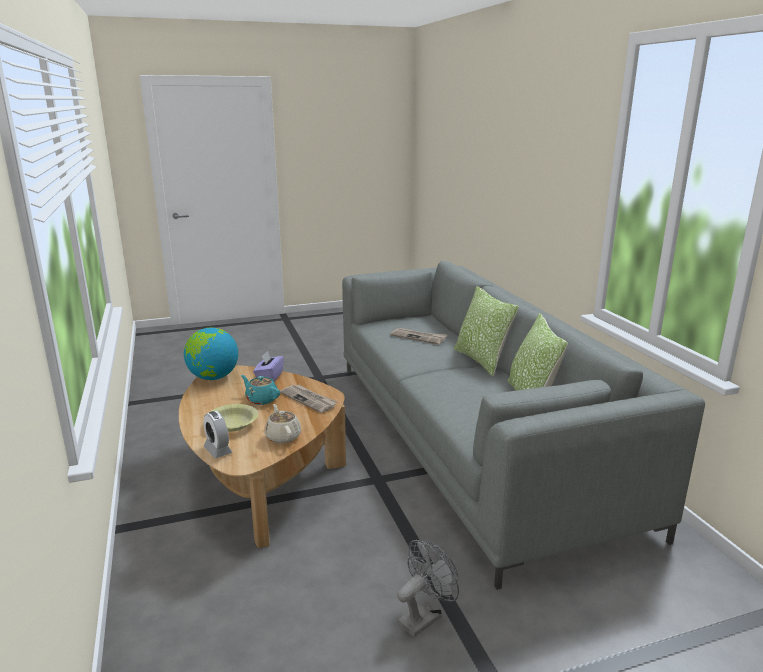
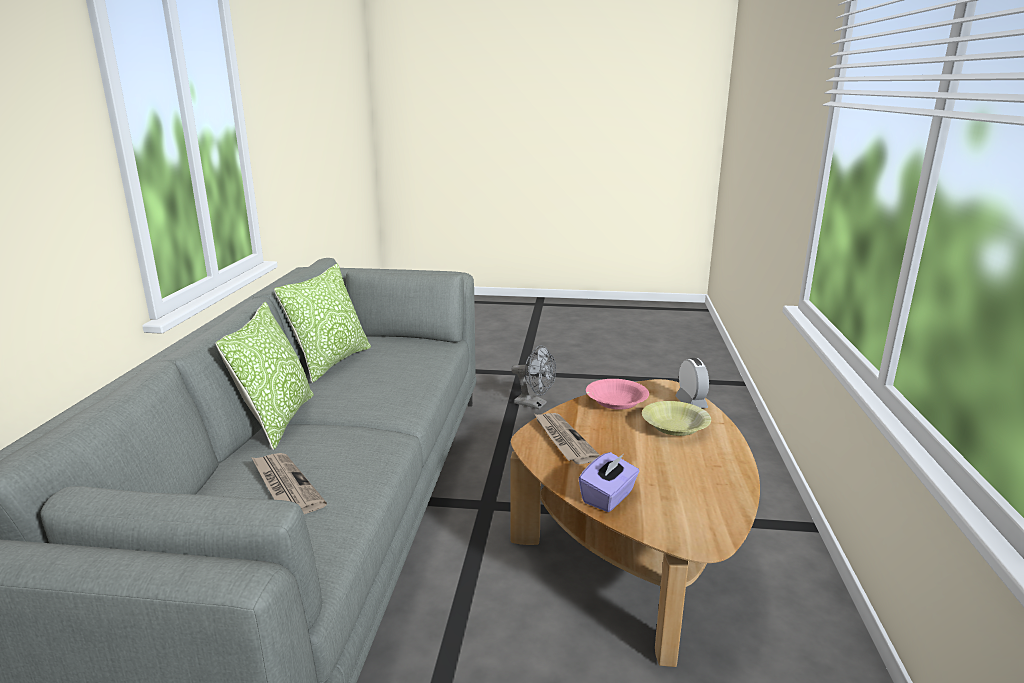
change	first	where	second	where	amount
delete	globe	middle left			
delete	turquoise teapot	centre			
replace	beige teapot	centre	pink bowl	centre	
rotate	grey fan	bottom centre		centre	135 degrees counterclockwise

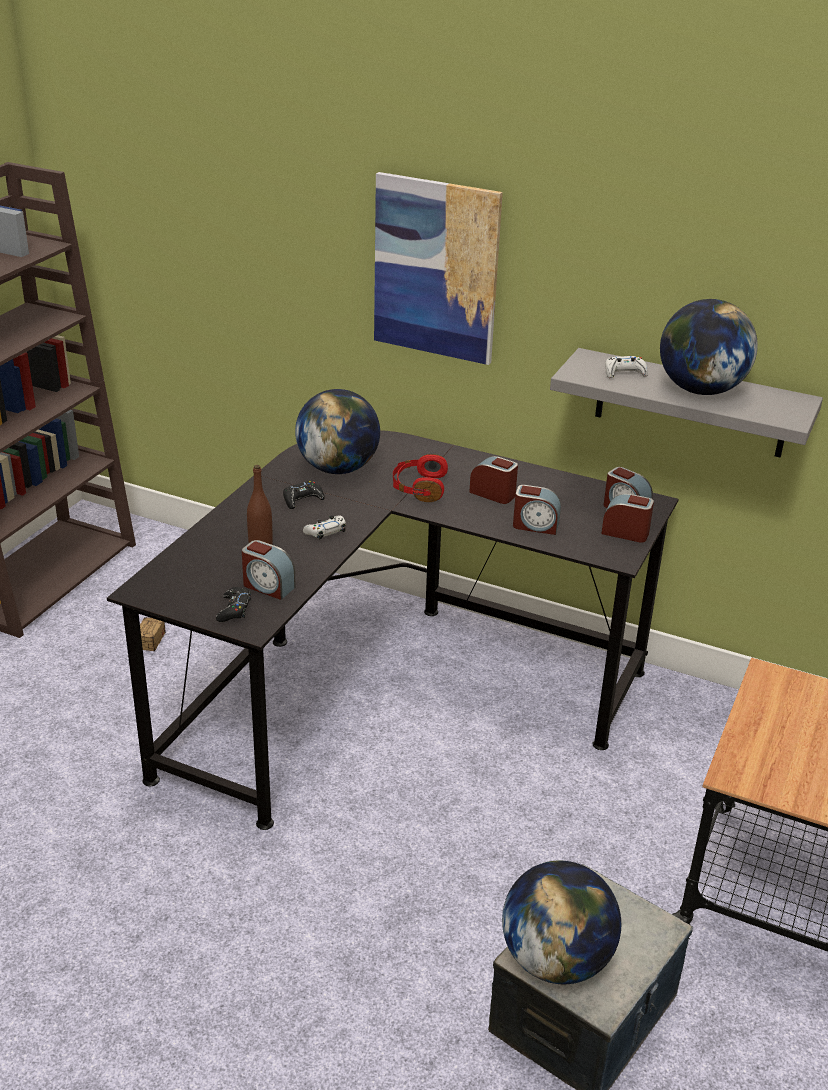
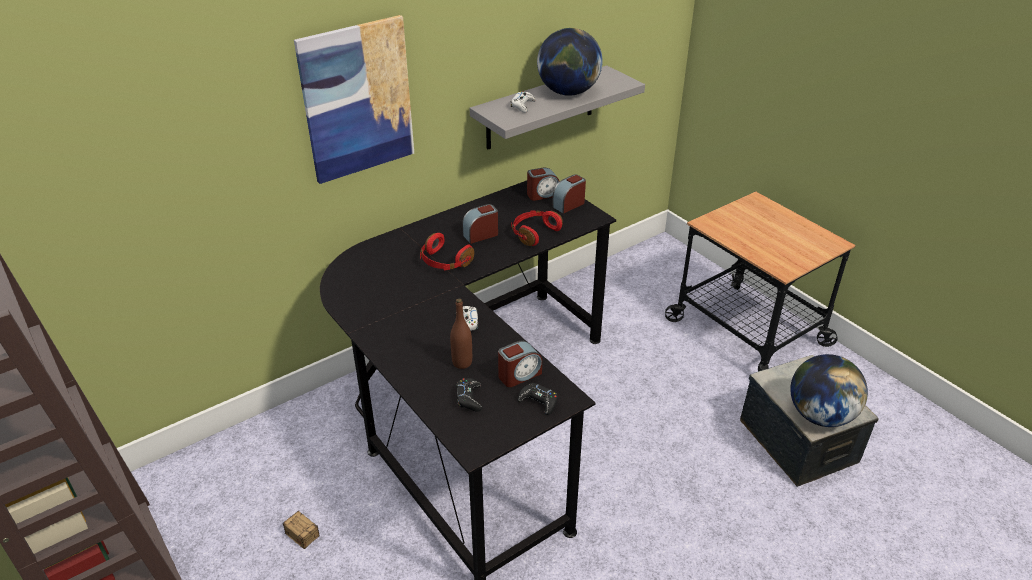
change	first	where	second	where	amount
delete	globe (1st from left)	centre			
move	black game controller (2nd from left in the first image)	centre	black game controller (1st from left)	bottom centre	
replace	alarm clock (3rd from left)	centre	red headphones (2nd from left)	centre	

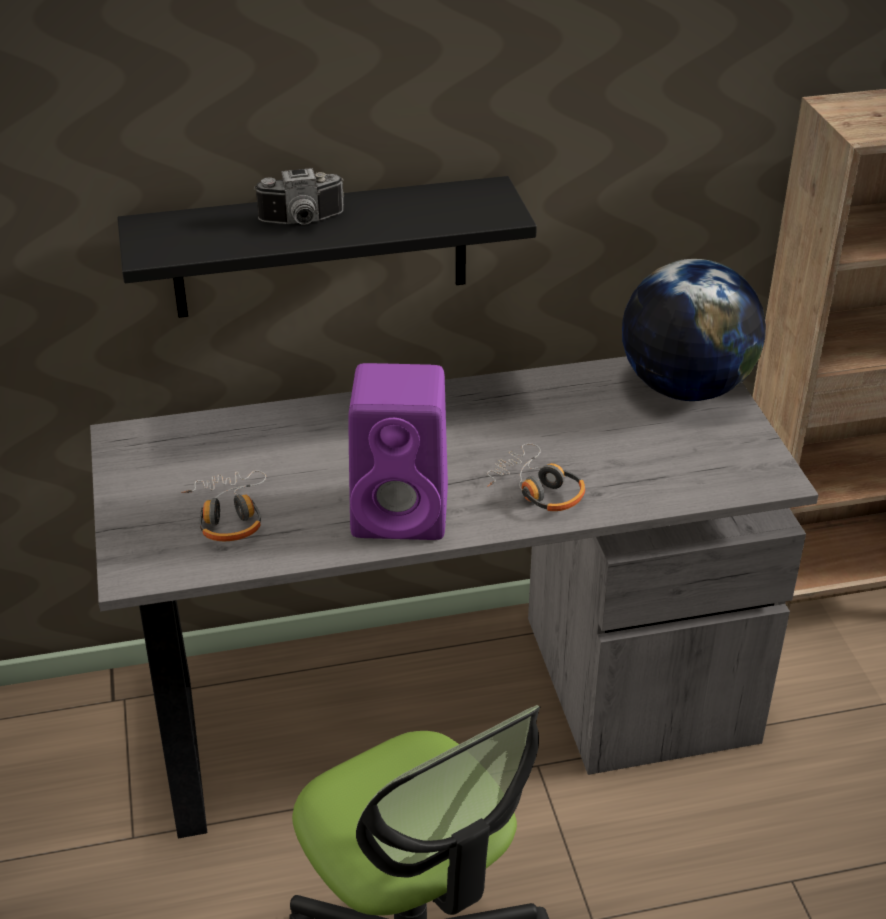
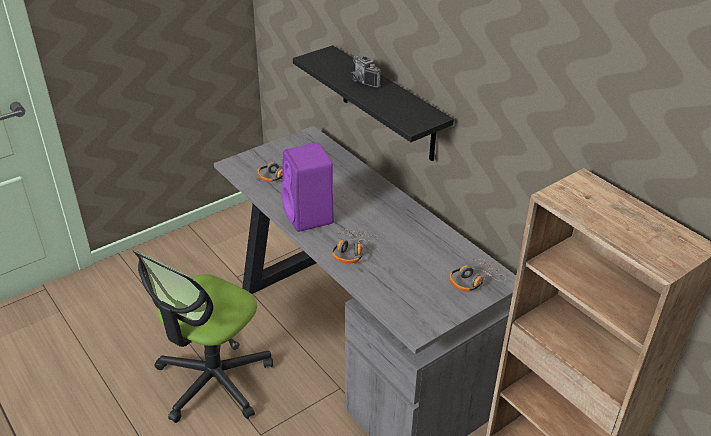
change	first	where	second	where	amount
replace	globe	middle right	headphones (3rd from left)	middle right	

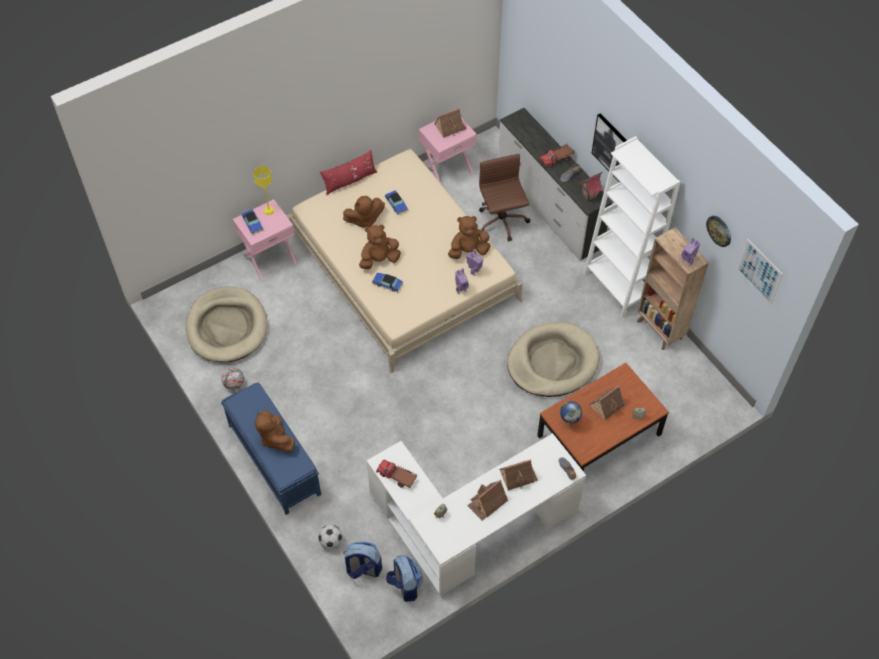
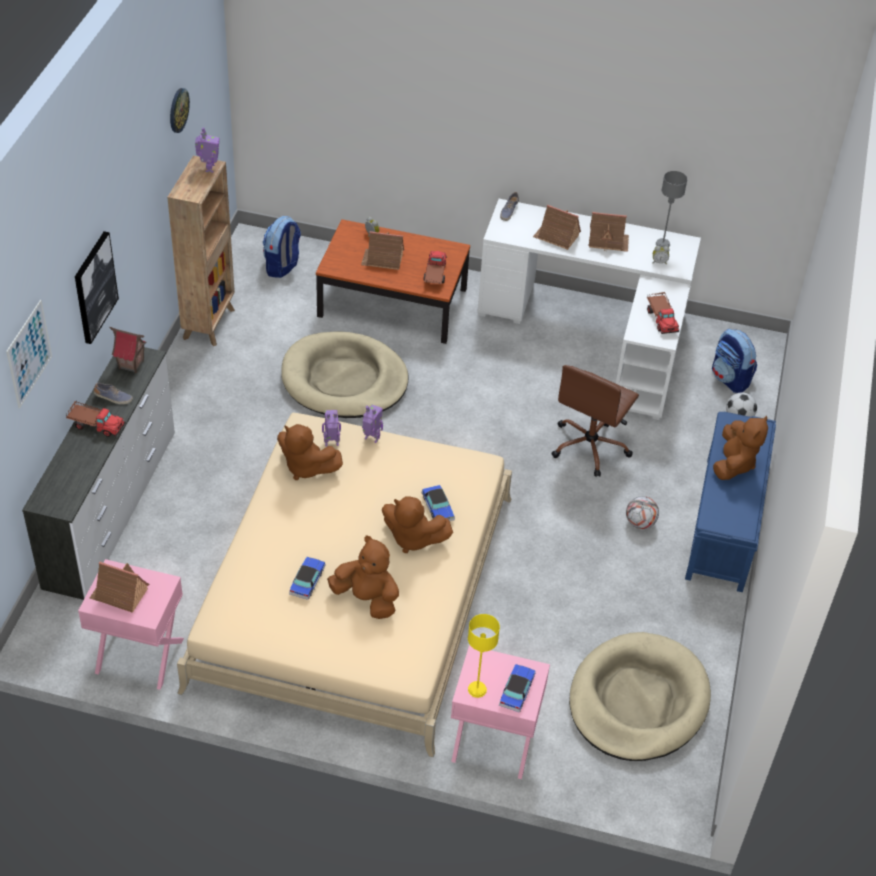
change	first	where	second	where	amount
delete	red pillow	top centre			
delete	white bookcase	middle right			
insert			grey table lamp	top right	
move	football (1st from left)	middle left		middle right	
move	backpack (2nd from left in the first image)	bottom centre	backpack (1st from left)	top left	
move	brown office chair	top centre		middle right	
move	picture (2nd from left in the first image)	middle right	picture (1st from left)	middle left	
replace	globe	centre	toy truck (2nd from left)	top centre	

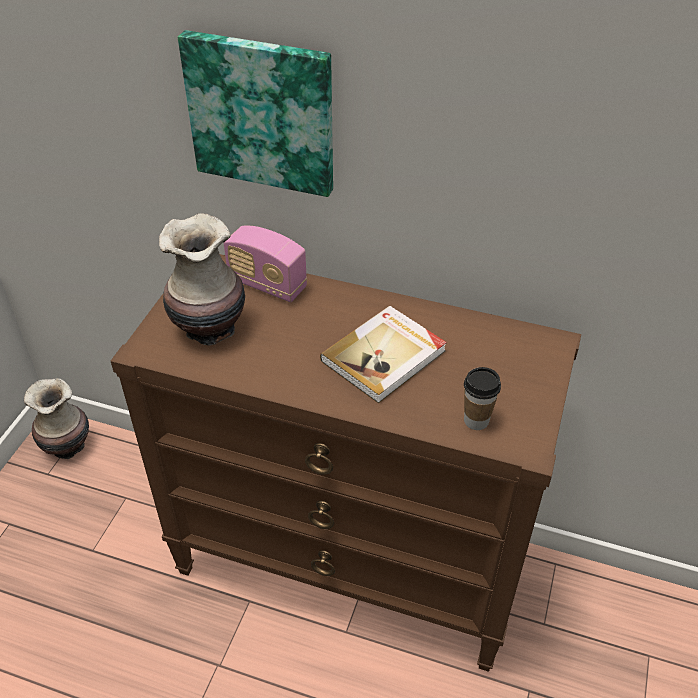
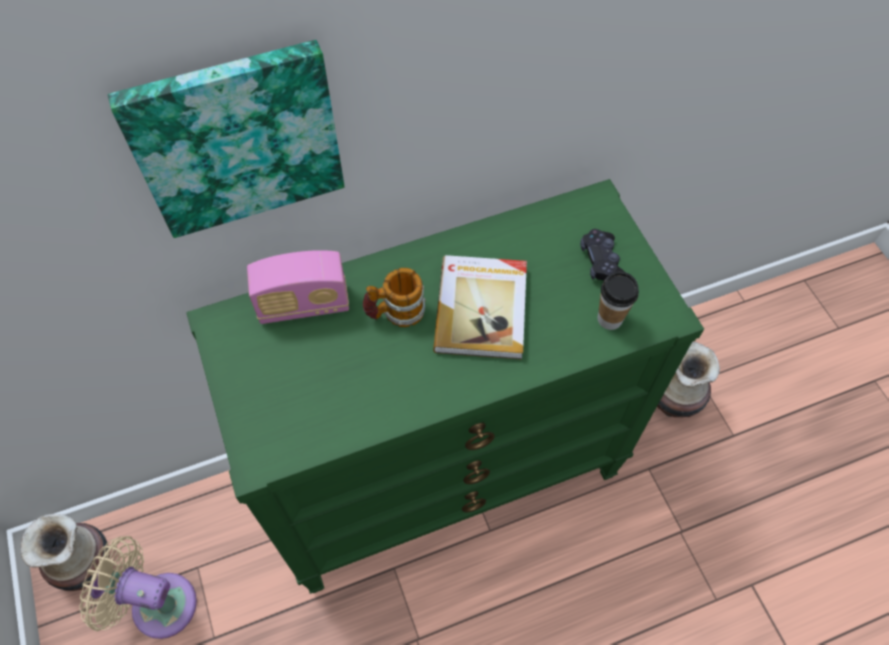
change	first	where	second	where	amount
insert			beige fan	bottom left	
insert			mug	centre	
insert			black game controller	middle right	
move	vase (2nd from left)	middle left		middle right	
recolor	brown dresser	centre	green dresser	centre	

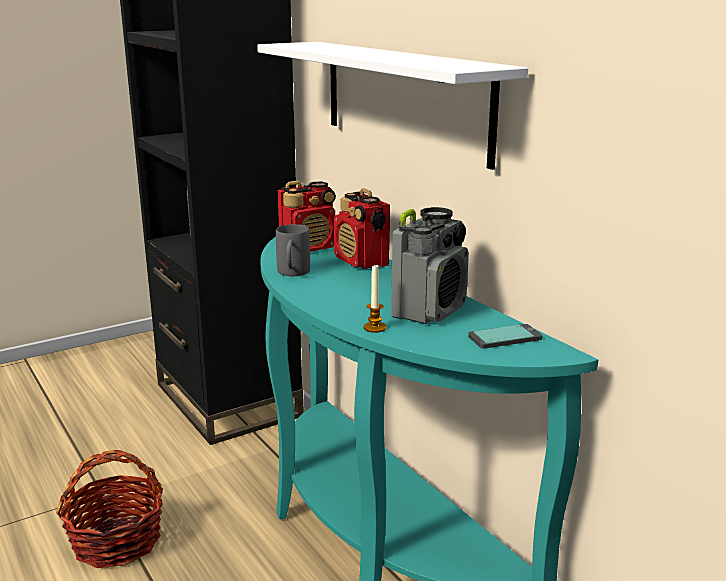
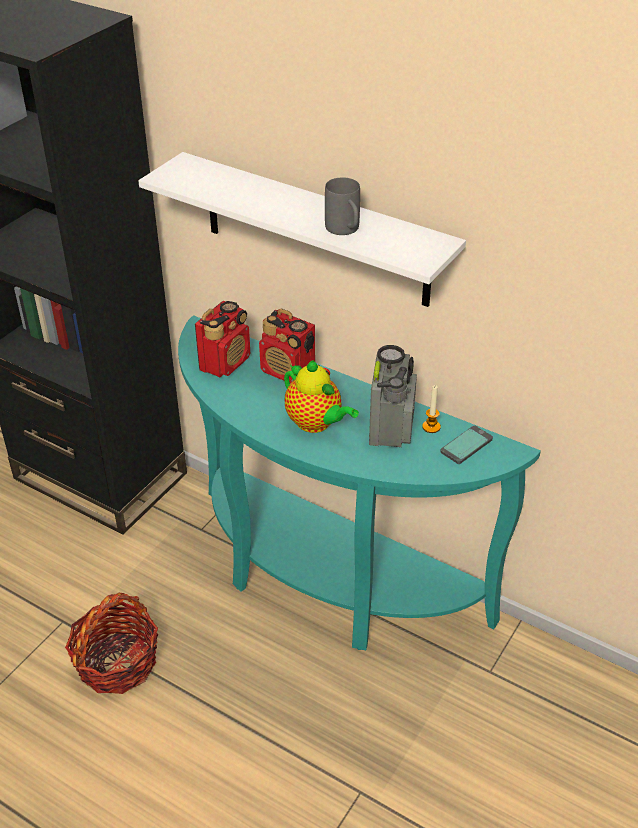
change	first	where	second	where	amount
insert			teapot	centre	
move	grey mug	centre		top centre	
move	candle	centre		middle right	

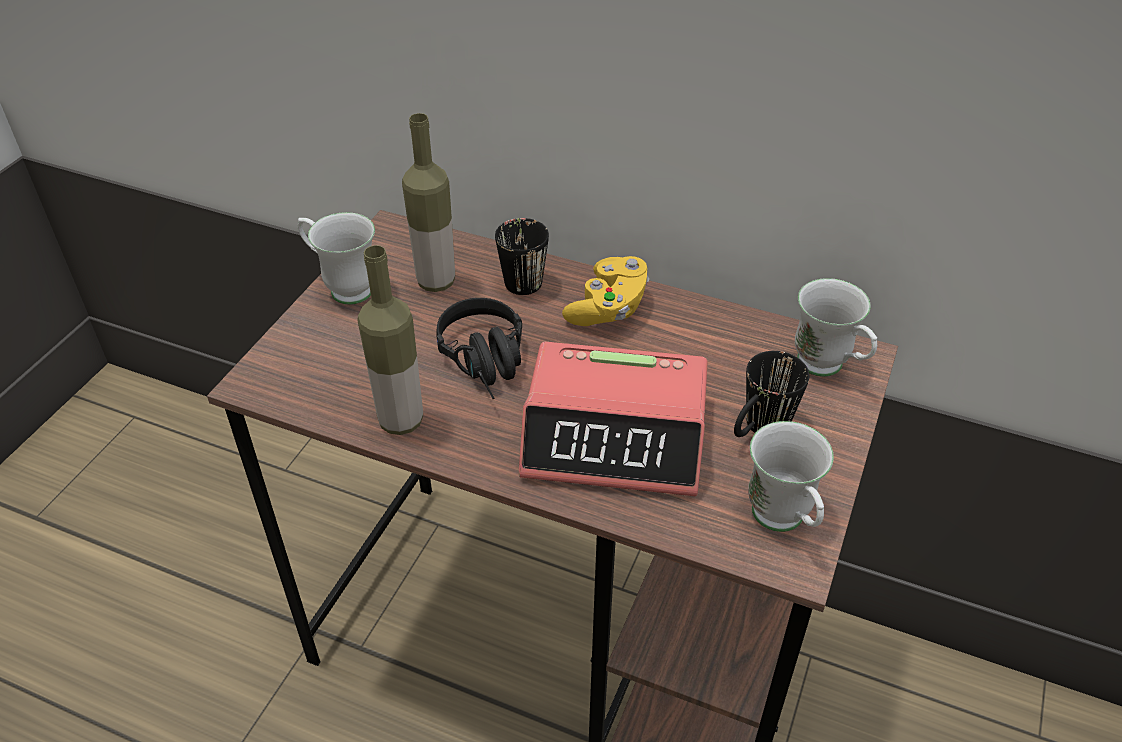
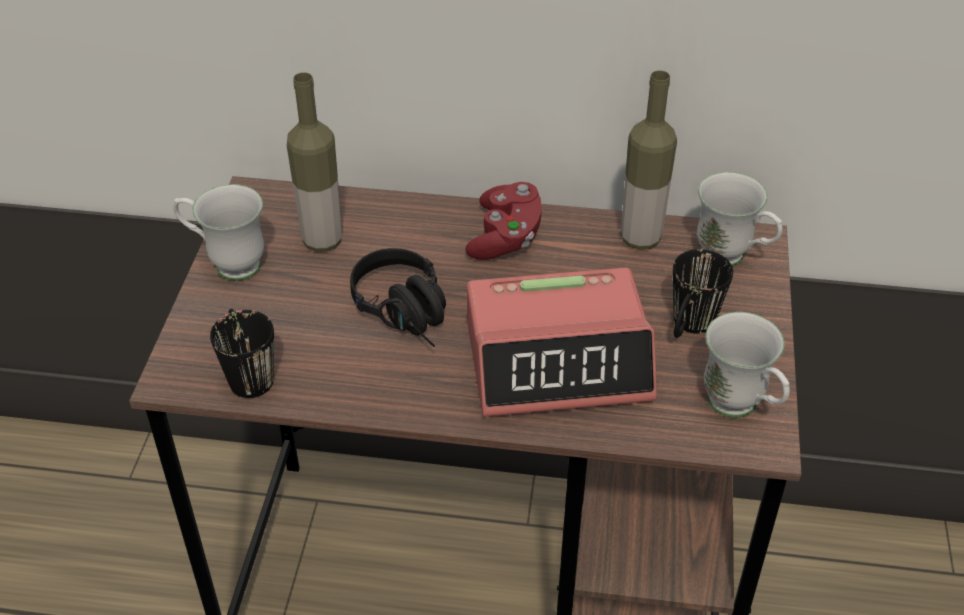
change	first	where	second	where	amount
move	bottle (1st from left in the first image)	centre	bottle (2nd from left)	top right	
move	black mug (1st from left)	centre		middle left	
recolor	yellow game controller	centre	red game controller	centre	

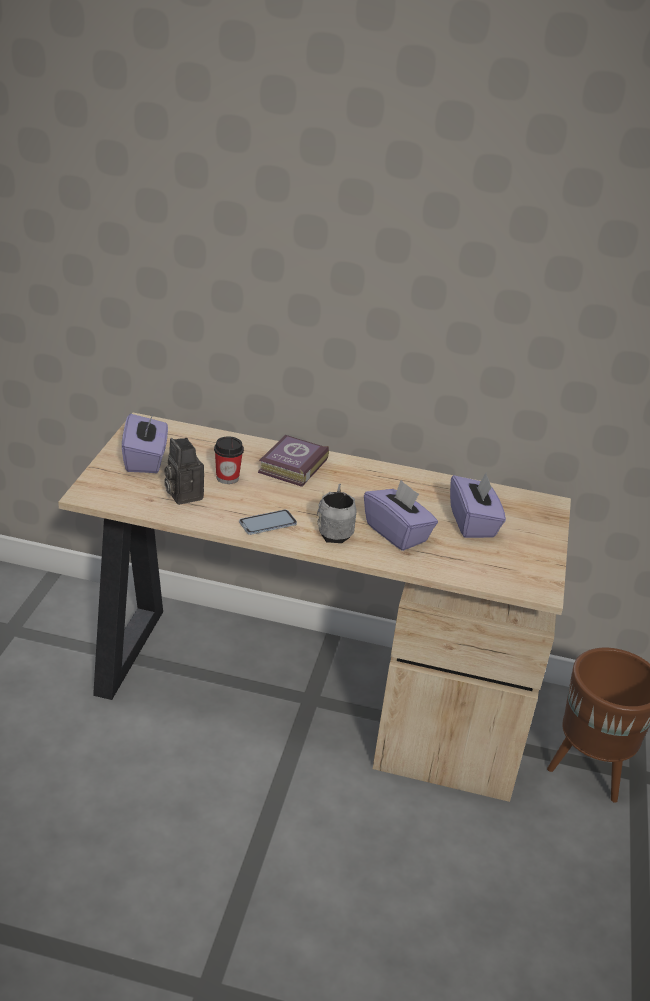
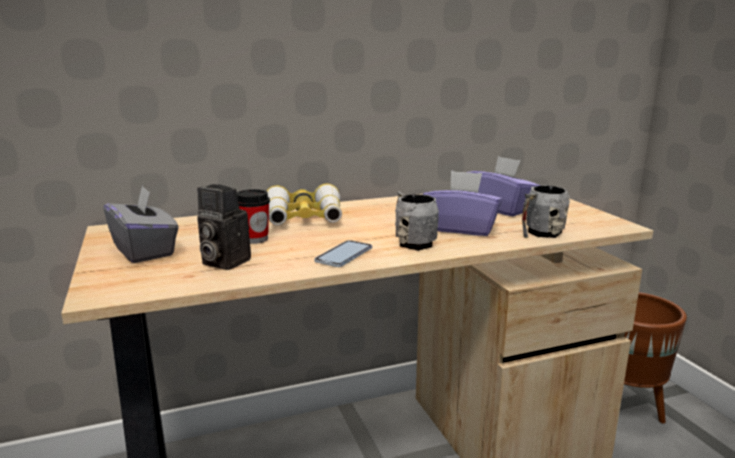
change	first	where	second	where	amount
insert			grey mug (2nd from left)	middle right	
replace	book	centre	binoculars	centre	
recolor	purple tissue box (1st from left)	middle left	grey tissue box	middle left	

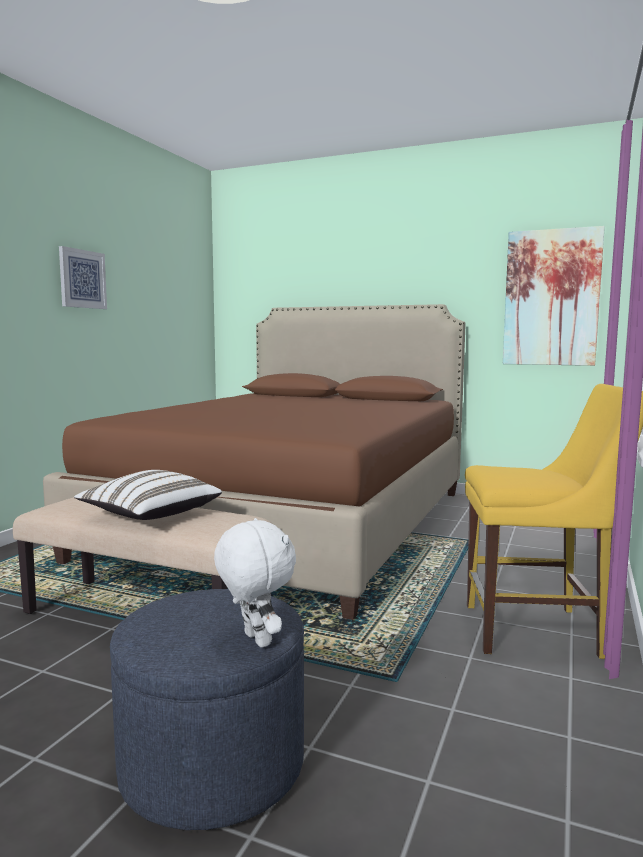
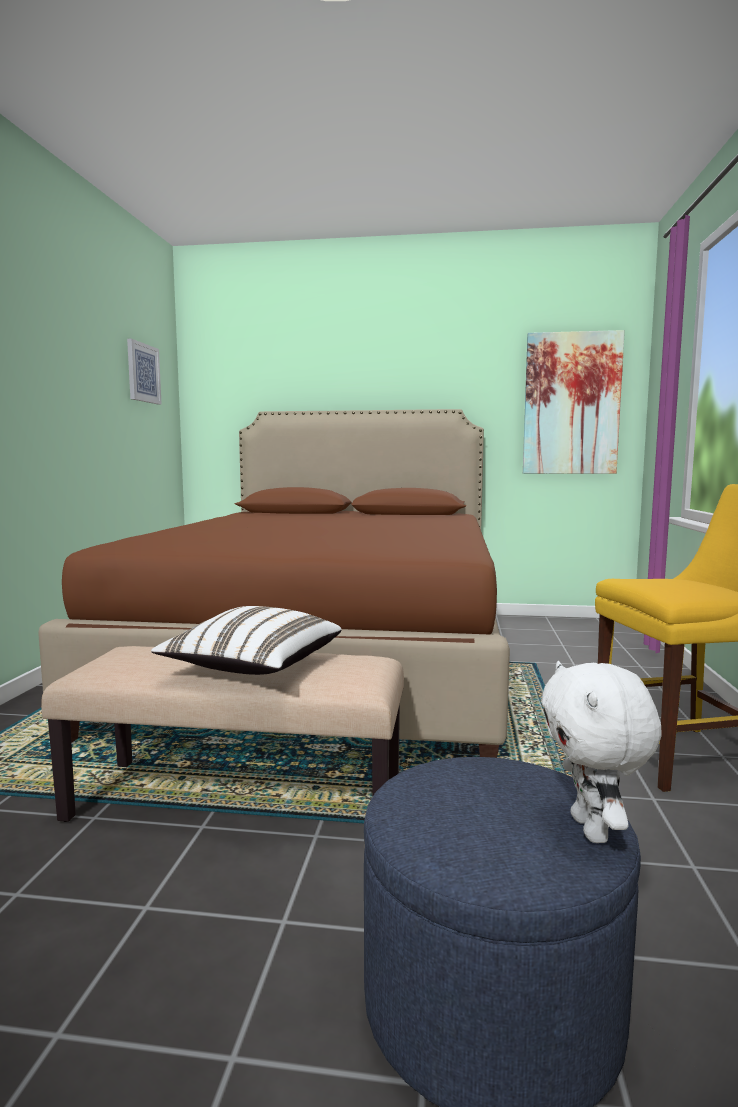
change	first	where	second	where	amount
move	picture (1st from left)	top left		middle left	
rotate	white plush toy	bottom centre		bottom right	135 degrees counterclockwise

